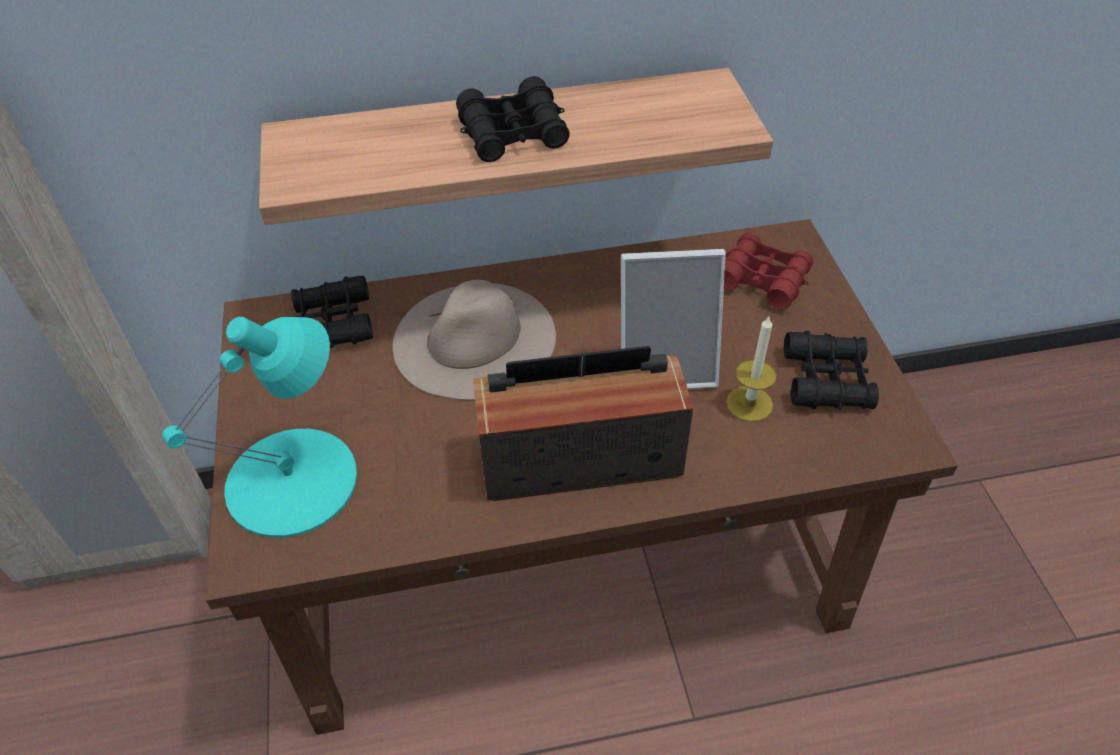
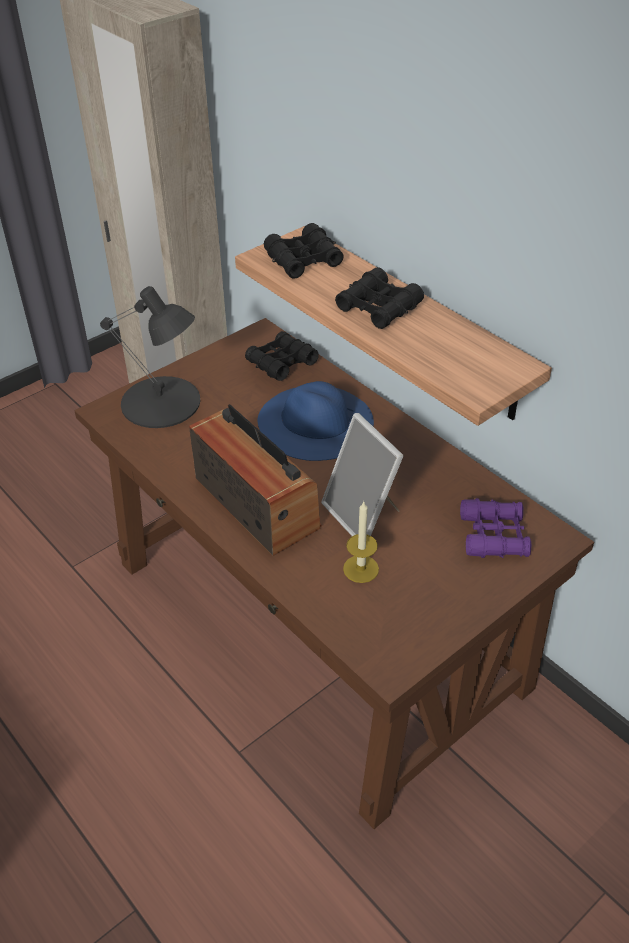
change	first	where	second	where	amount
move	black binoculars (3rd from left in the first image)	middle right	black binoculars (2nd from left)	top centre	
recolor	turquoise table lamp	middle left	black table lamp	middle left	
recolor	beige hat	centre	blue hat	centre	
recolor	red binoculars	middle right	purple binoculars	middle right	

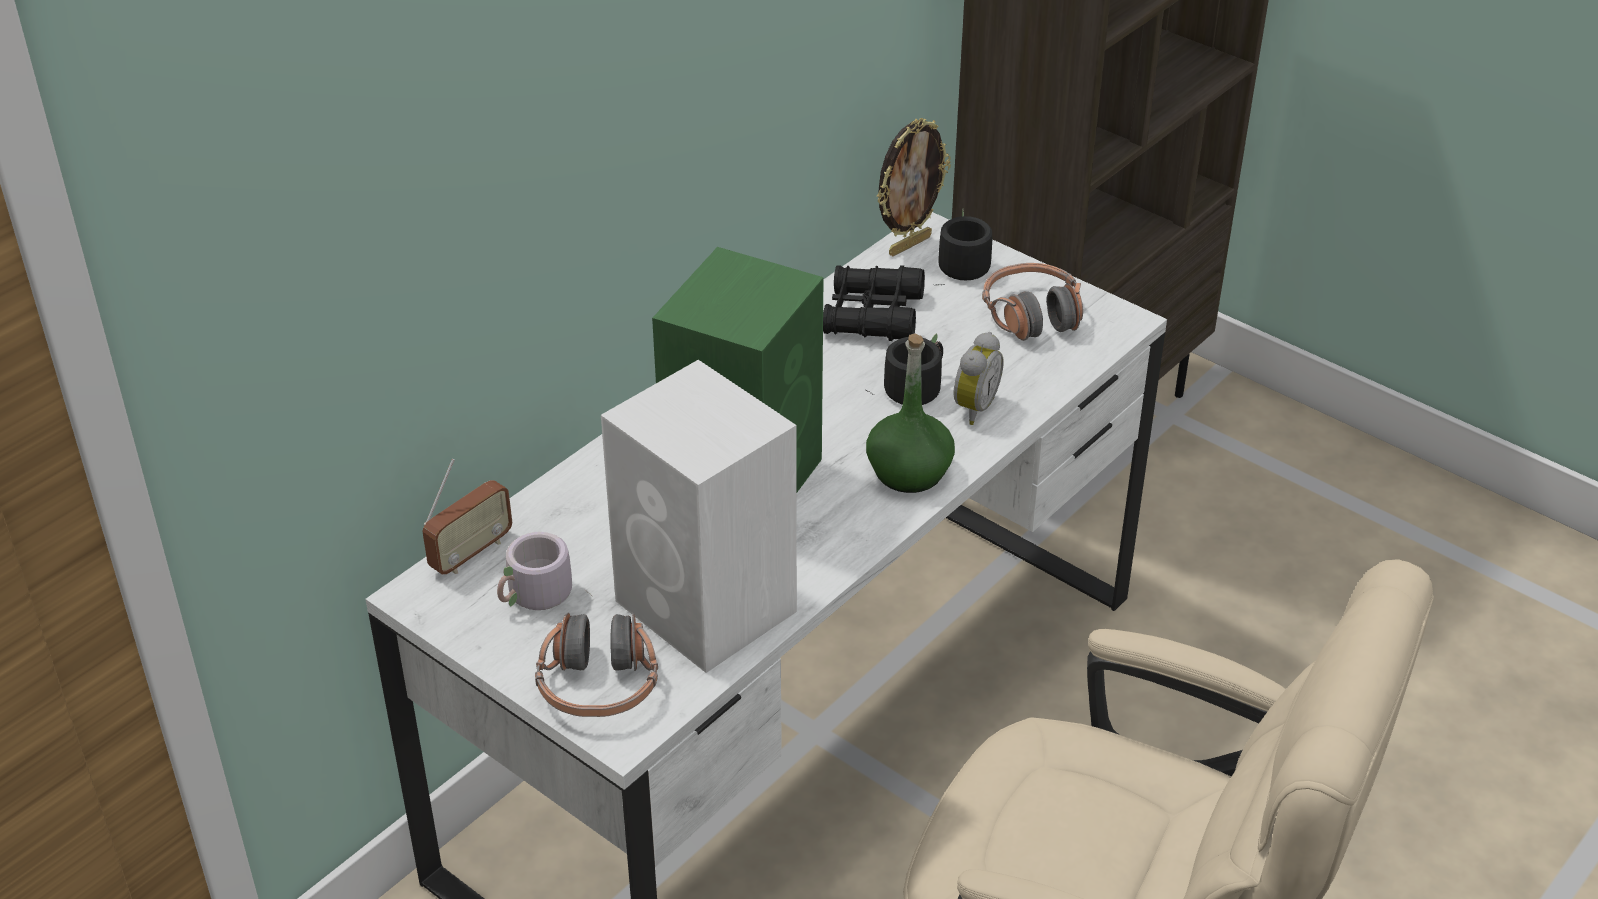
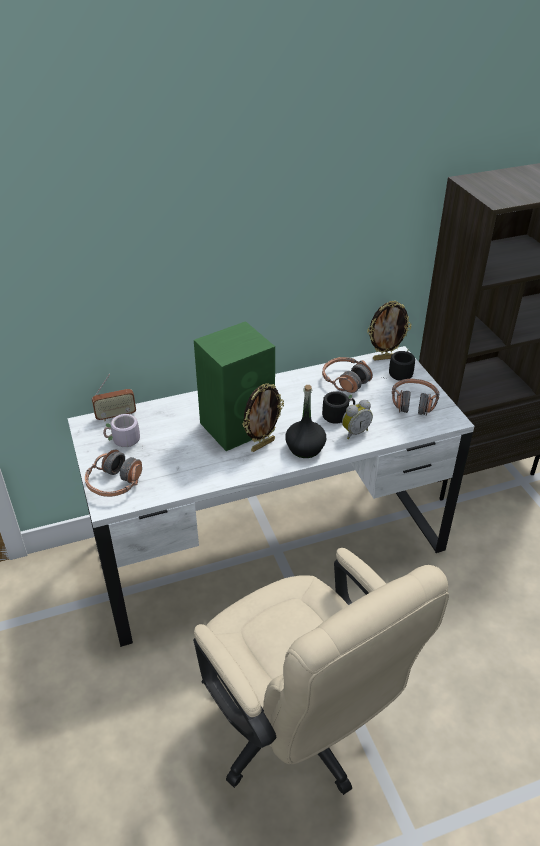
change	first	where	second	where	amount
delete	white speaker	centre			
insert			picture frame (1st from left)	centre	
replace	black binoculars	centre	headphones (2nd from left)	centre	
recolor	green bottle	centre	black bottle	centre	

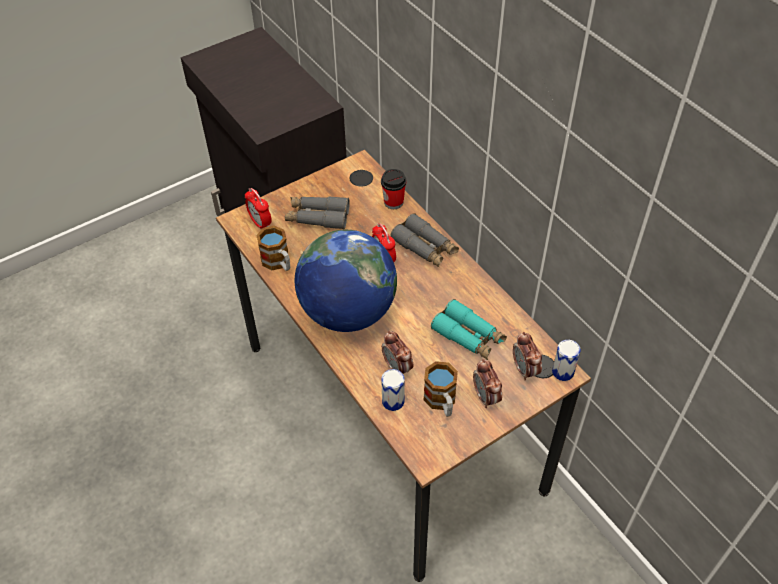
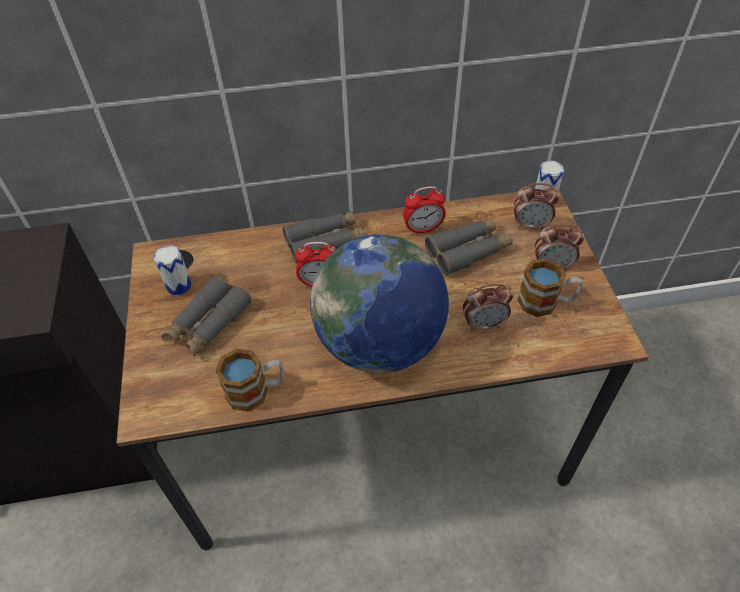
change	first	where	second	where	amount
delete	cup	top centre			
move	alarm clock (1st from left in the first image)	middle left	alarm clock (2nd from left)	centre	
move	can (1st from left)	bottom centre		middle left	
recolor	turquoise binoculars	centre	grey binoculars (3rd from left)	centre	

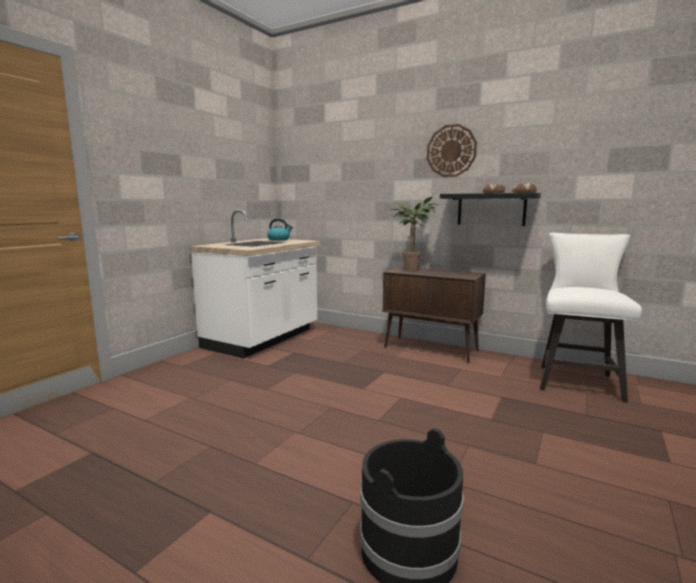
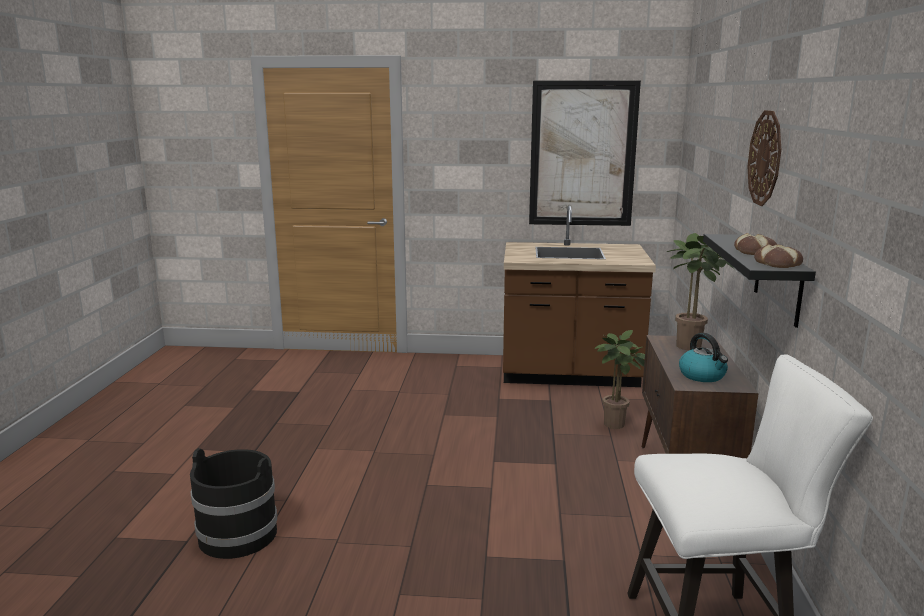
change	first	where	second	where	amount
insert			picture	top centre	
insert			potted plant (1st from left)	middle right	
move	kettle	centre		middle right	
recolor	white counter	centre	brown counter	centre	

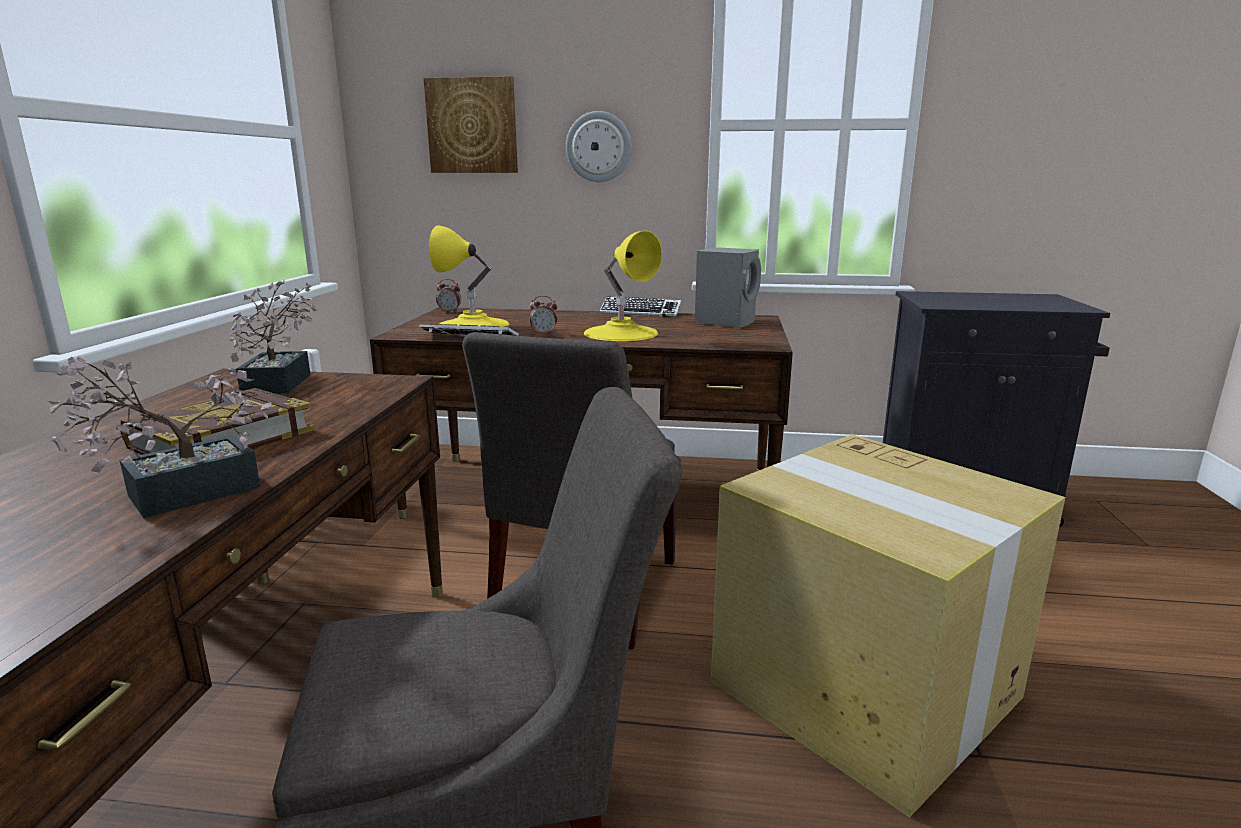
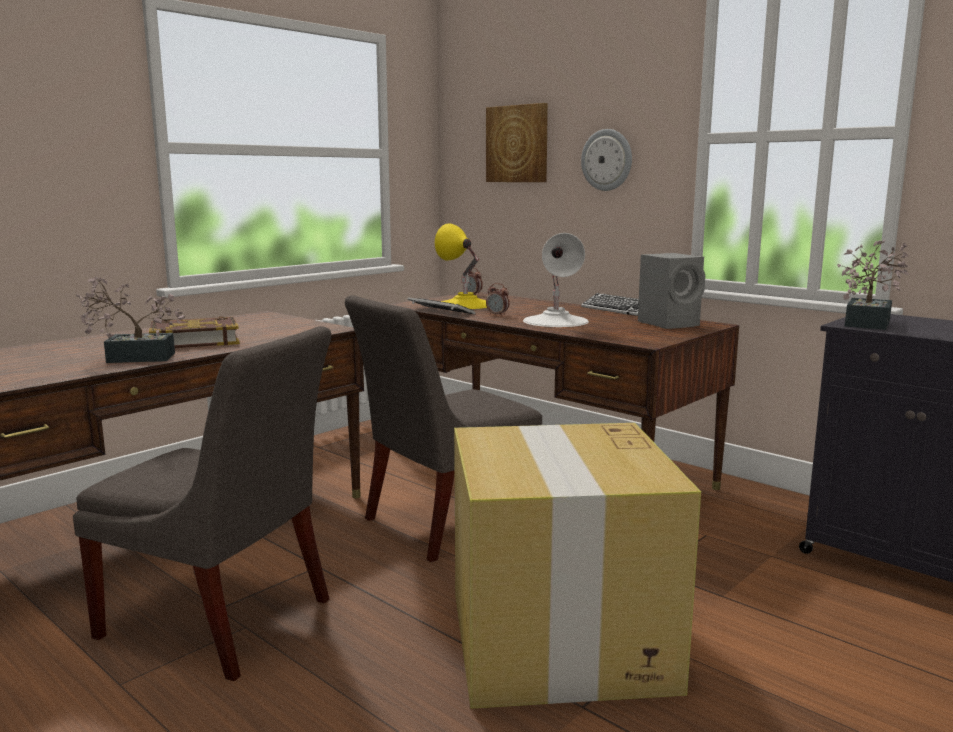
change	first	where	second	where	amount
move	potted plant (2nd from left)	middle left		middle right	
recolor	yellow table lamp (2nd from left)	centre	white table lamp	centre	

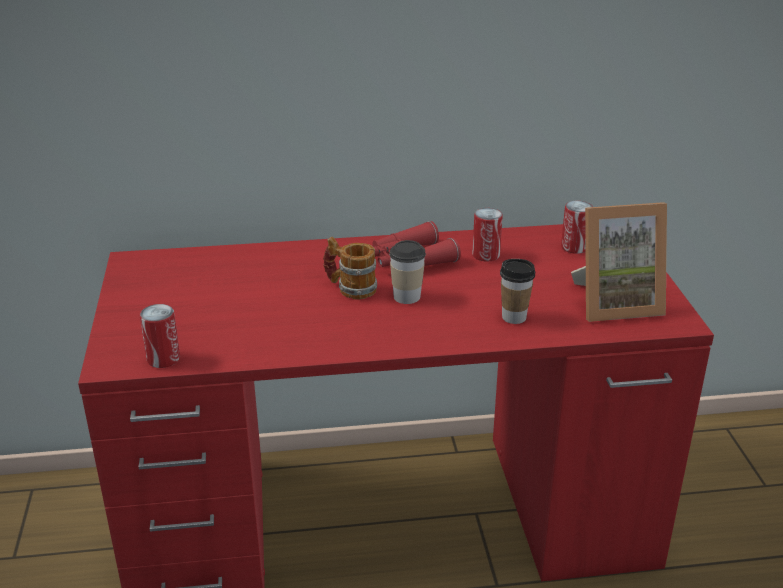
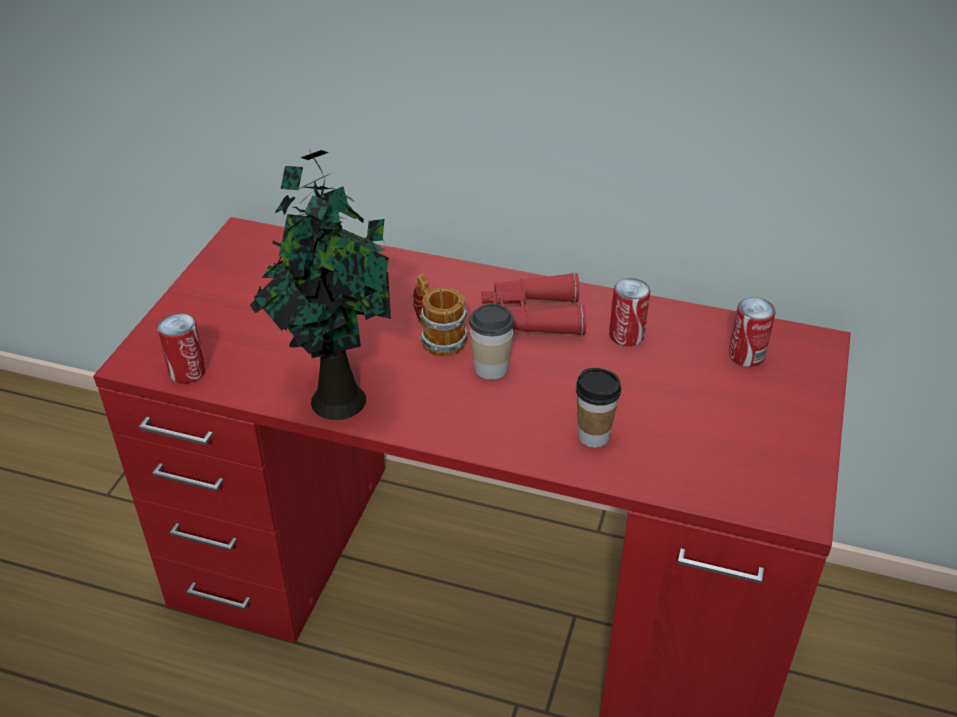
change	first	where	second	where	amount
delete	picture frame	middle right			
insert			potted plant	centre	

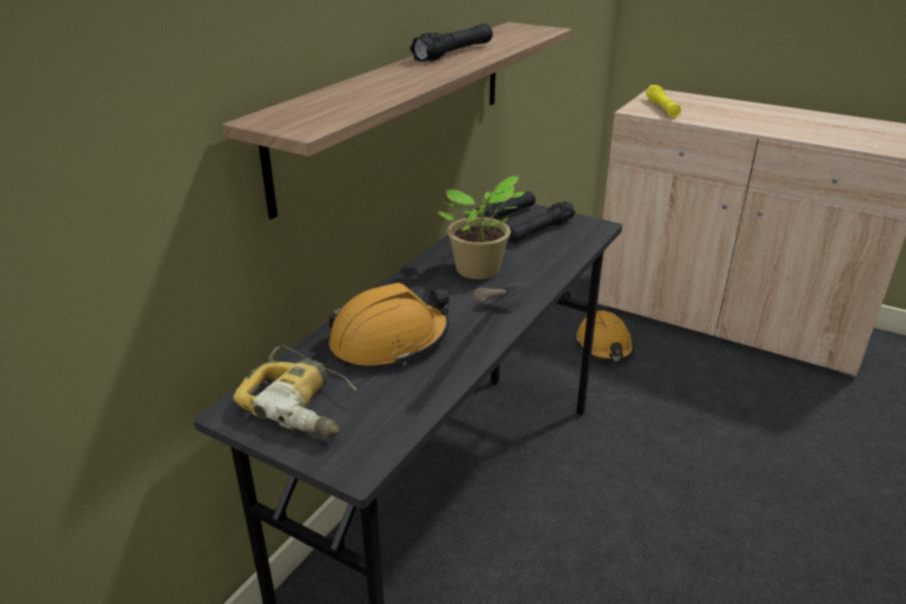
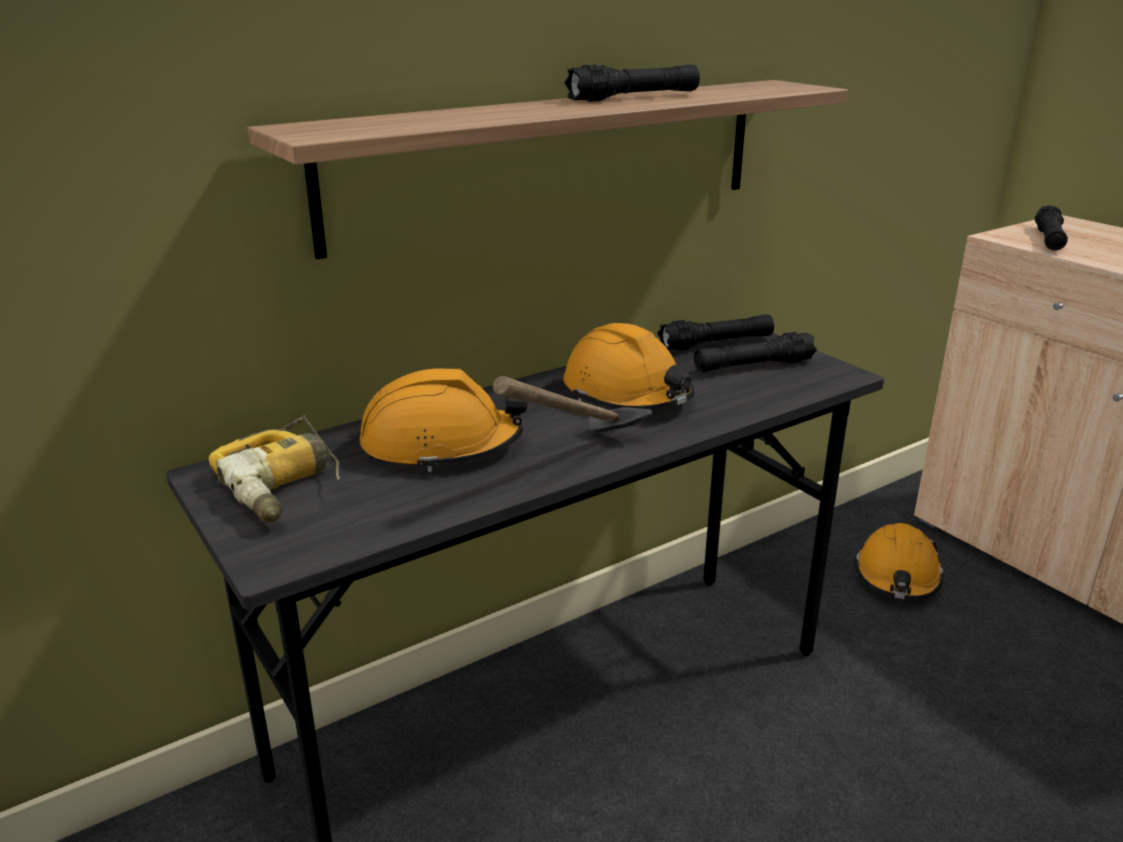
change	first	where	second	where	amount
replace	potted plant	centre	orange hard hat (2nd from left)	centre	
recolor	yellow flashlight	top right	black flashlight (4th from left)	top right	

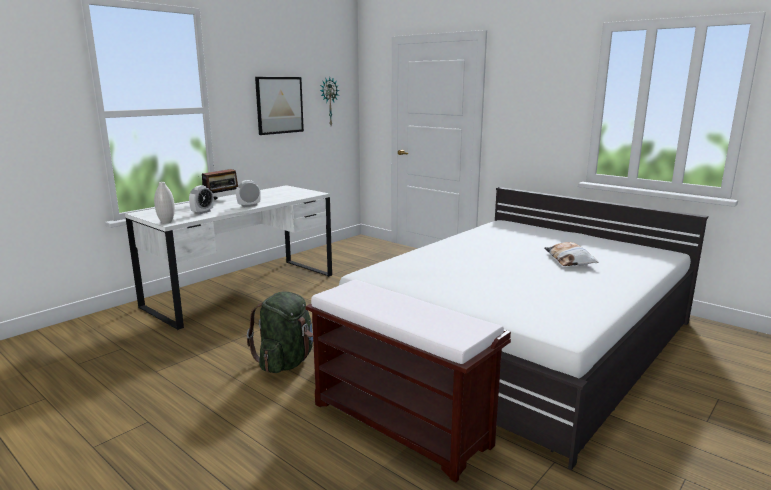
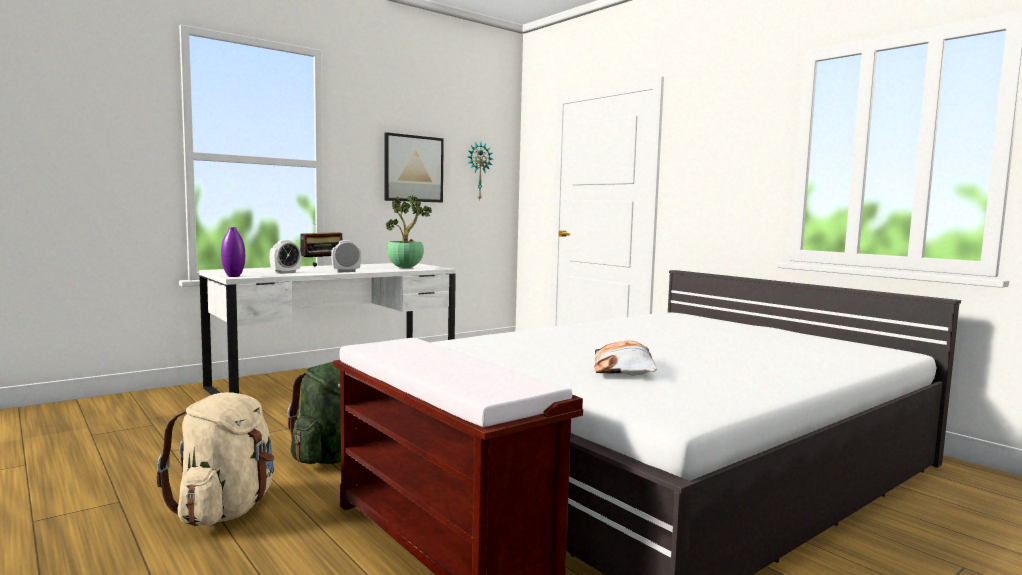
change	first	where	second	where	amount
insert			beige backpack	bottom left	
insert			potted plant	centre	
move	pillow	middle right		centre	
recolor	white vase	middle left	purple vase	middle left	

